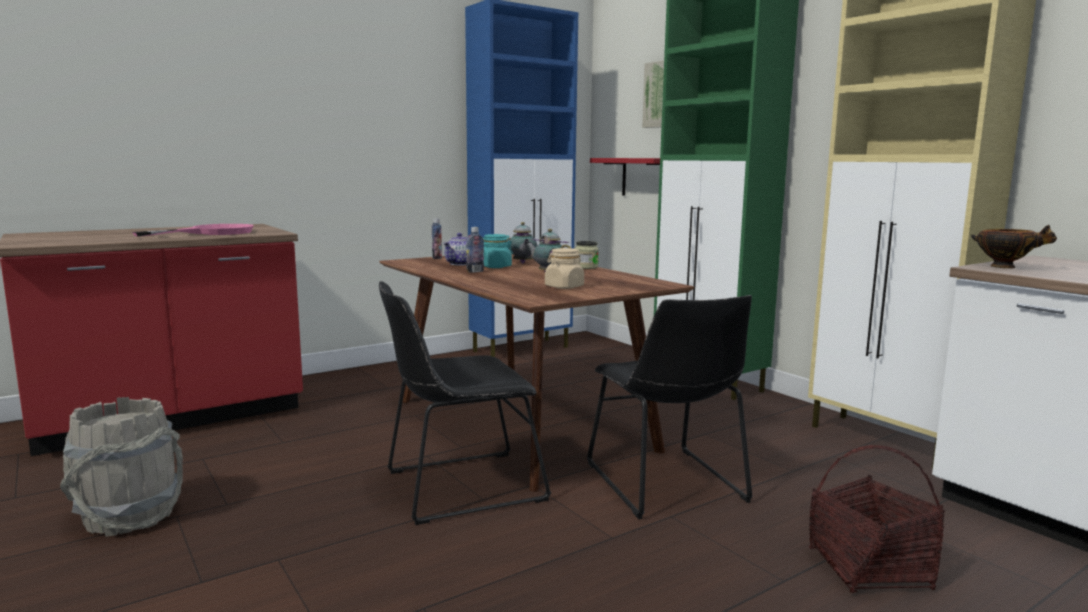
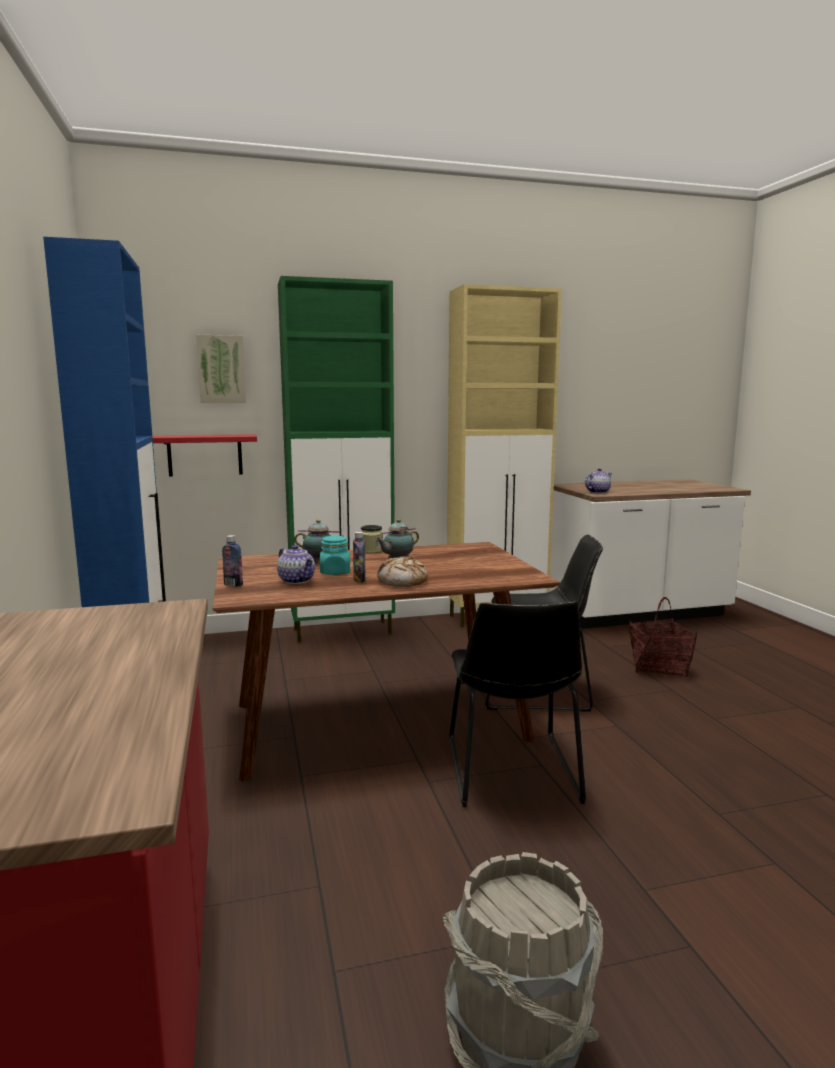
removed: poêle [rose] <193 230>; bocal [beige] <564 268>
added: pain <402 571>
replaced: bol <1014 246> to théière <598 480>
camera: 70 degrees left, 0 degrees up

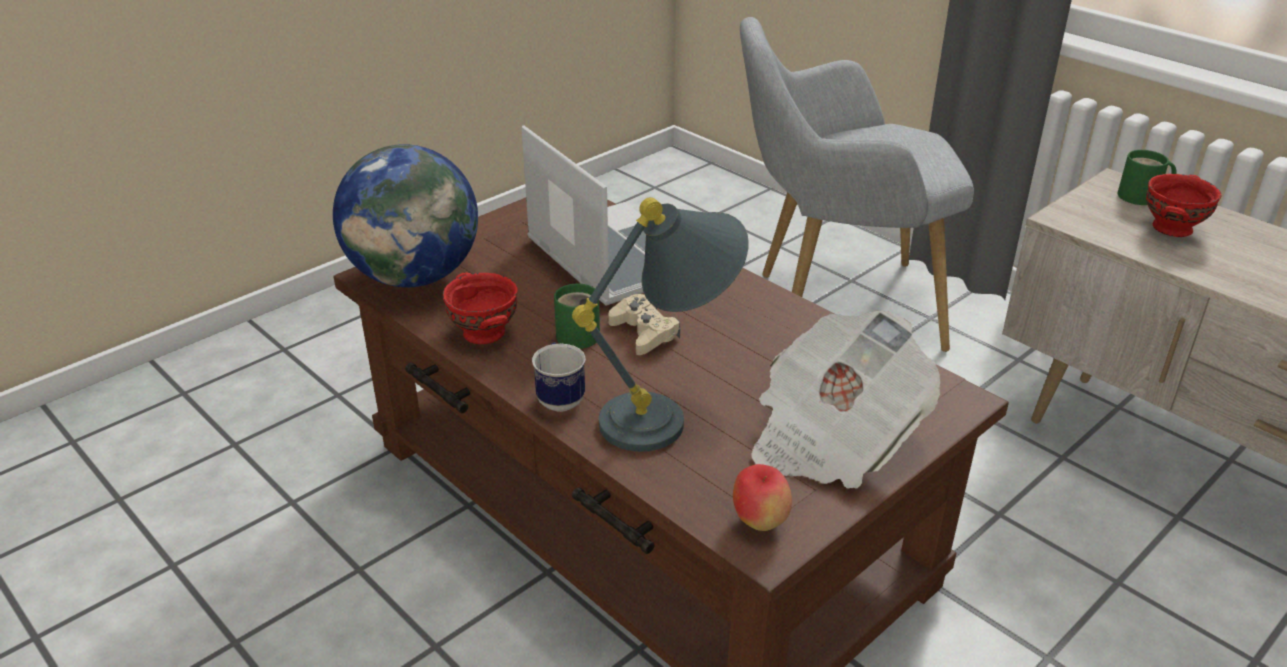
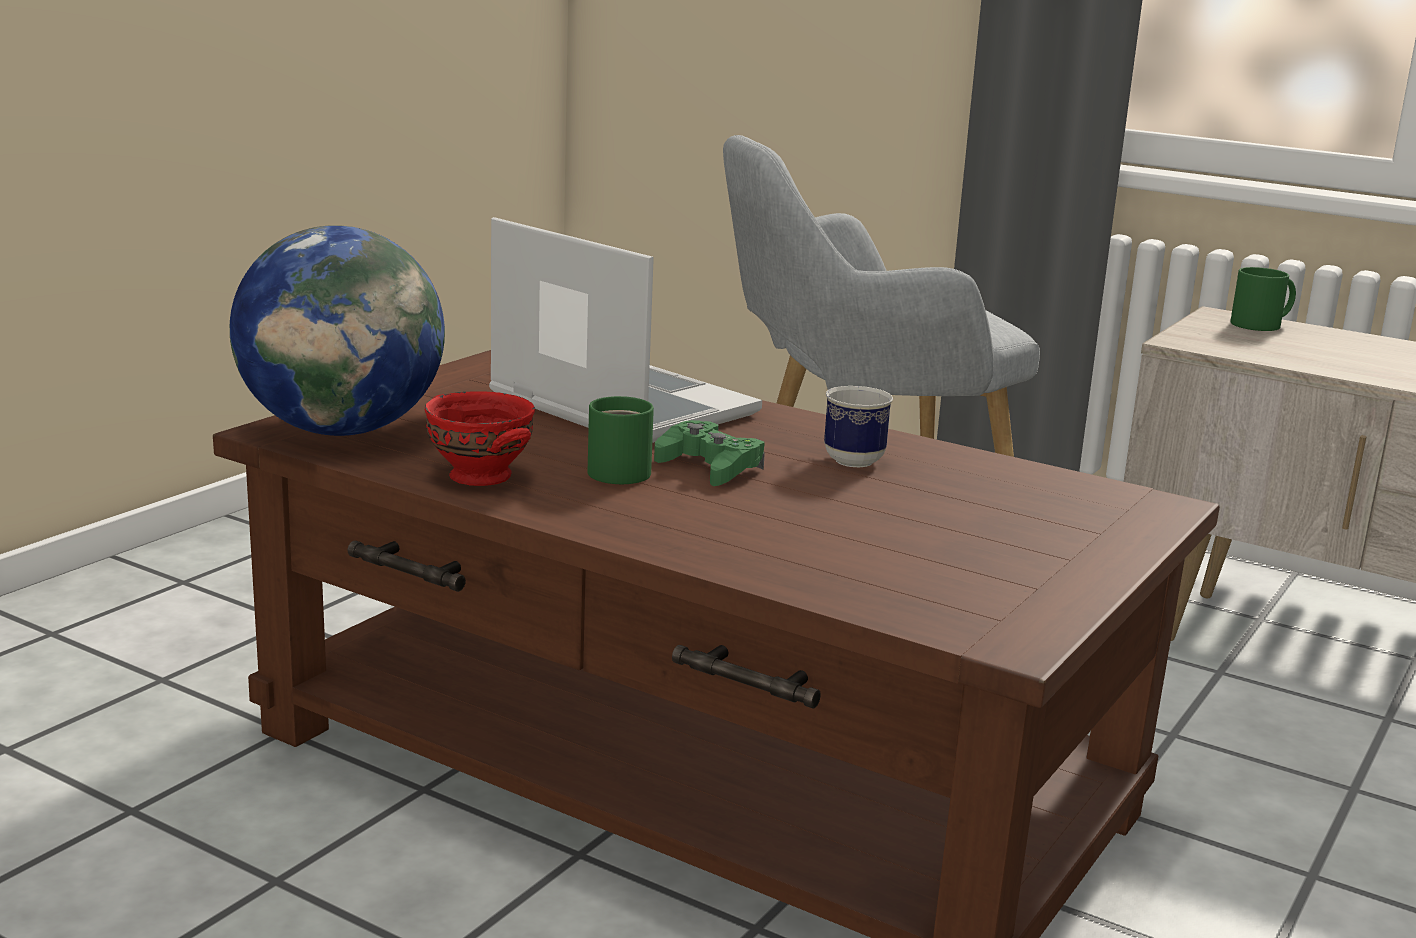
removed: lampe de table [gris] <660 324>; pomme <762 497>; journal <845 400>; bol [rouge] <1183 205>
moved: mug <559 377> to <858 426>
recoloured: manette [beige] <644 324> to manette [vert] <709 453>
camera: 15 degrees left, 15 degrees down

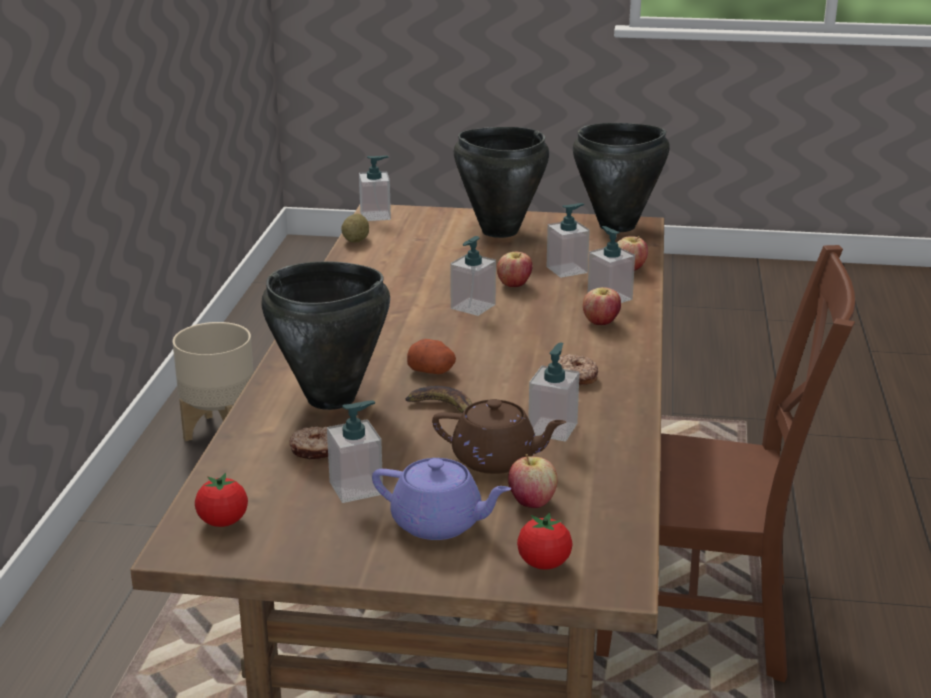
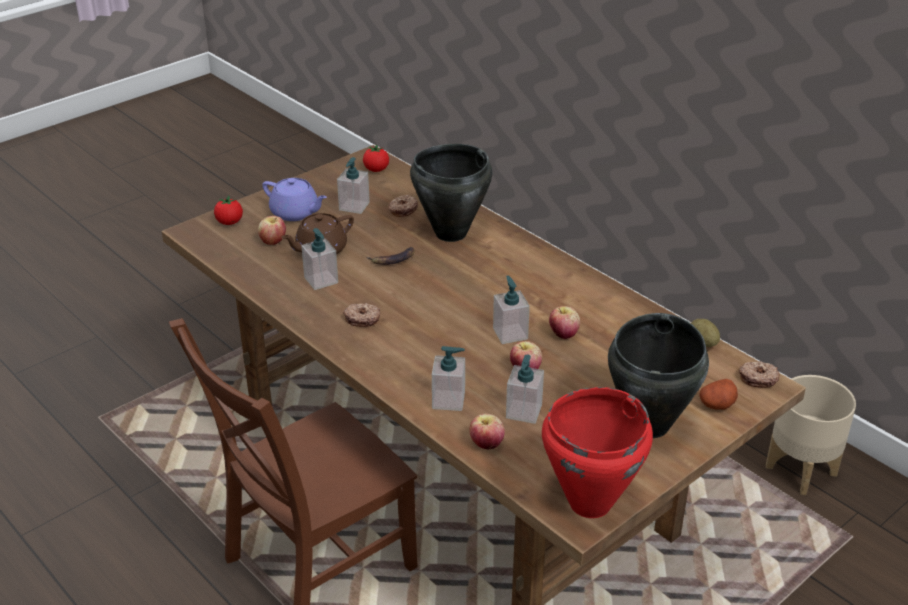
moved: pomme <602 306> to <564 322>; pomme de terre <431 356> to <718 394>
replaced: distributeur de savon <375 188> to beignet <759 374>
recoloured: marmite [noir] <621 177> to marmite [rouge] <597 452>
turned: théière [violet] <441 499> = <294 199> 120 degrees counterclockwise
camera: 130 degrees right, 10 degrees up

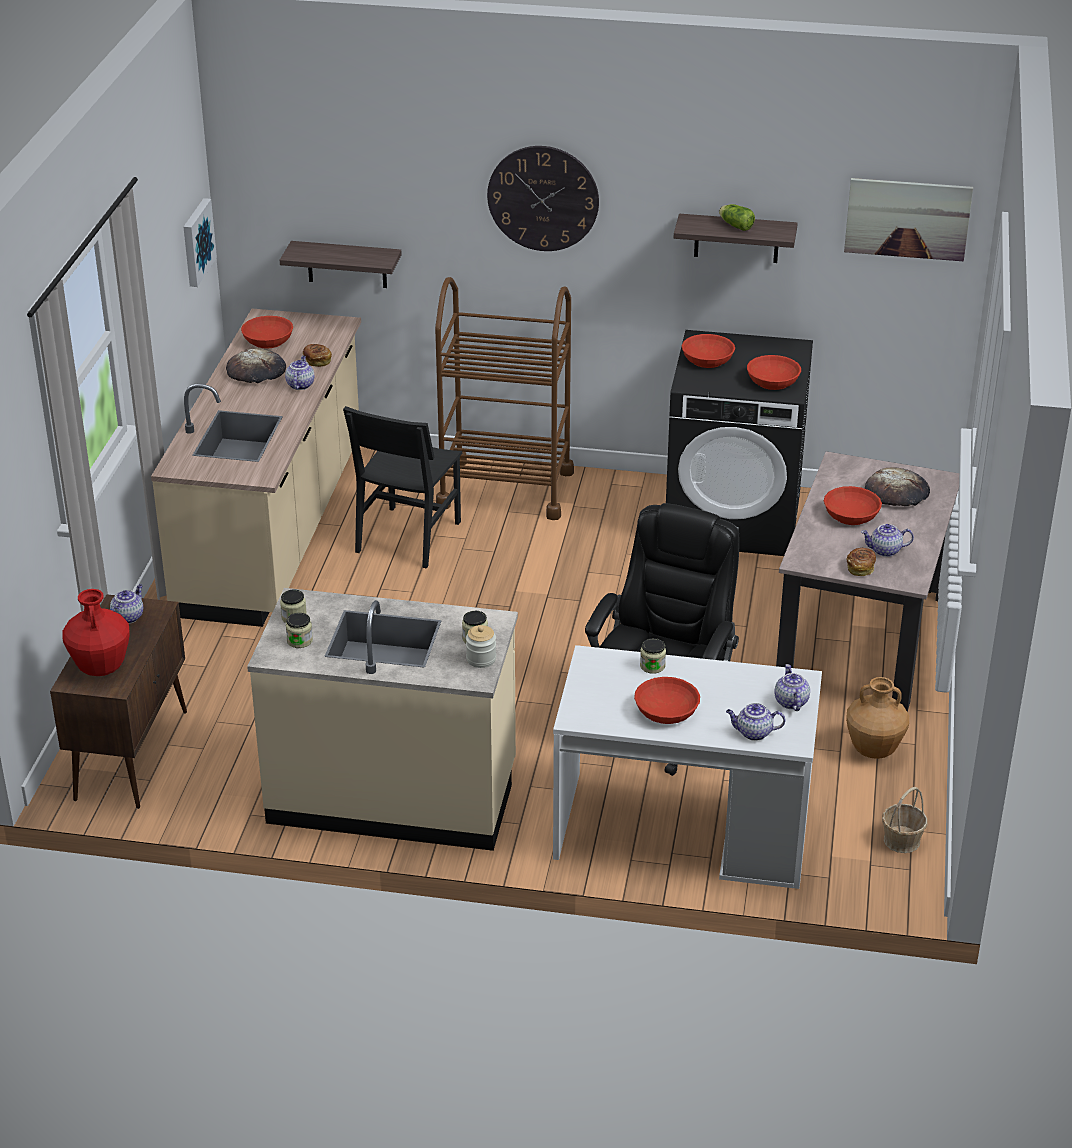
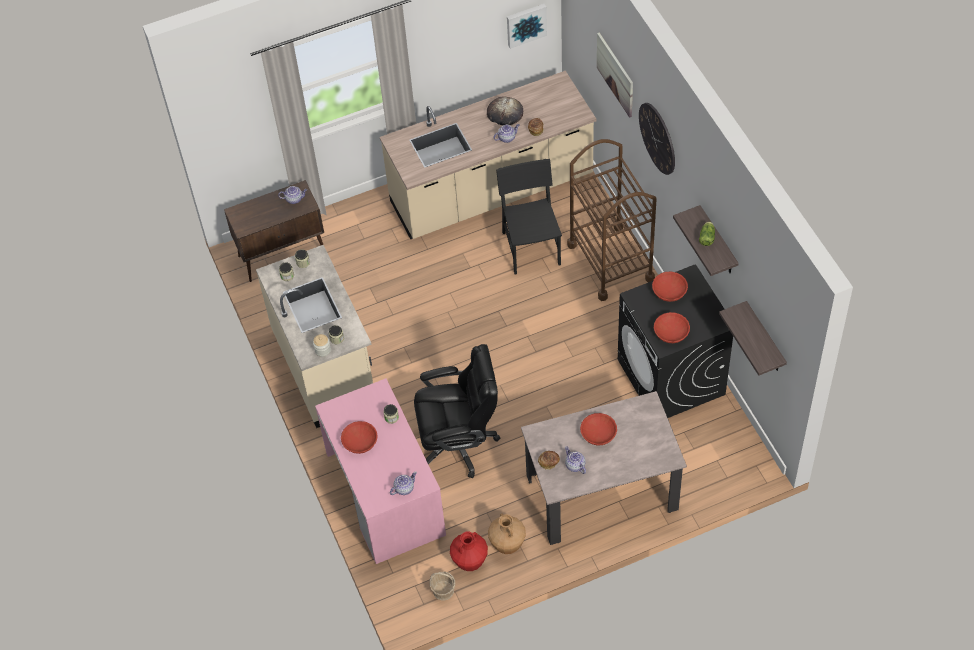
removed: bol [rouge] <267 332>; théière <755 722>; pain <897 486>
moved: vase [rouge] <96 632> to <469 551>; tableau <908 219> to <615 75>; étagère <341 264> to <753 338>
recoloured: bureau [blanc] <687 767> to bureau [rose] <380 471>
turned: chaise [noir] <403 487> = <529 216> 90 degrees clockwise
camera: 60 degrees right, 20 degrees up

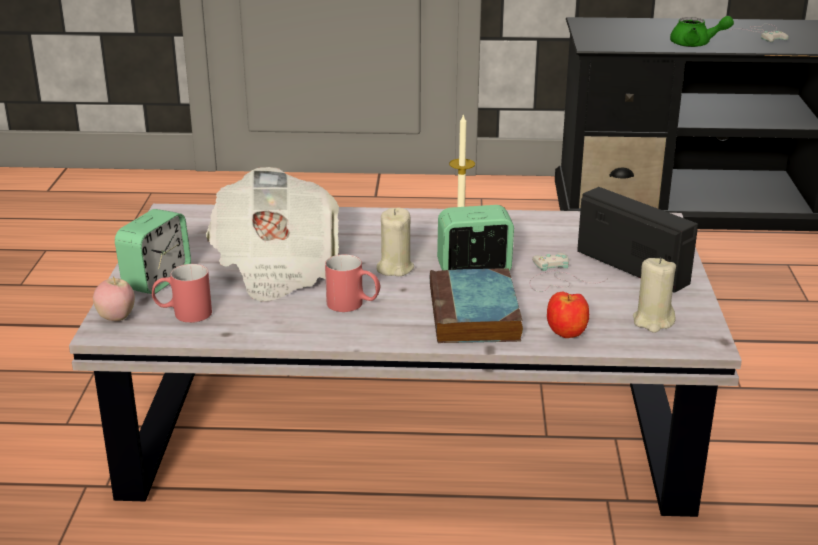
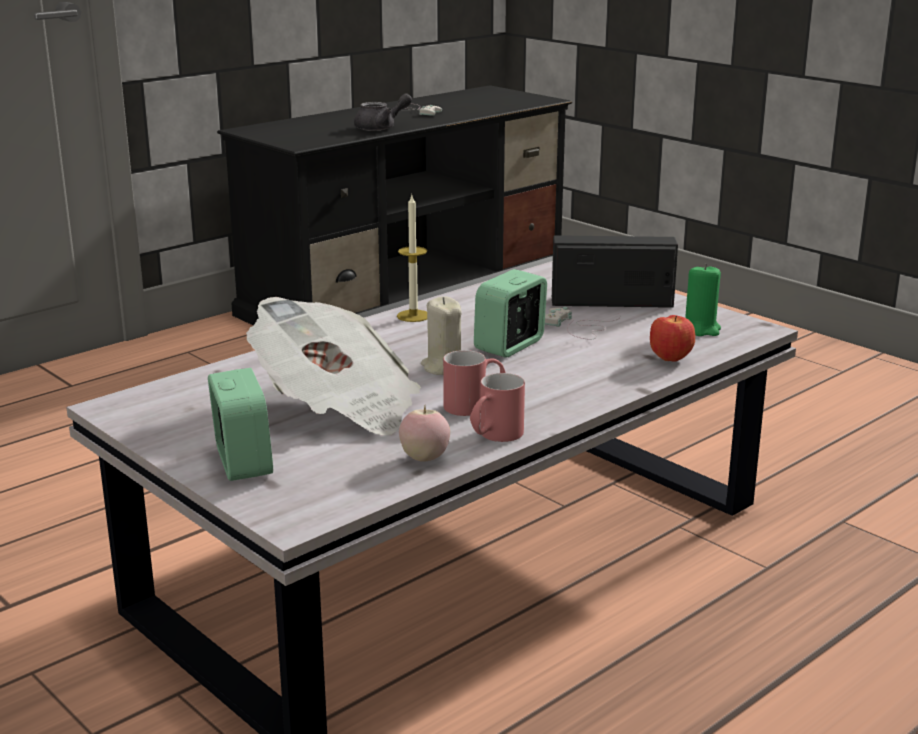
removed: livre <476 305>
moved: pomme <114 298> to <424 434>; mug [rouge] <182 293> to <497 407>
recoloured: théière [vert] <702 31> to théière [gris] <383 112>; bougie [beige] <654 295> to bougie [vert] <703 299>
camera: 45 degrees left, 5 degrees down

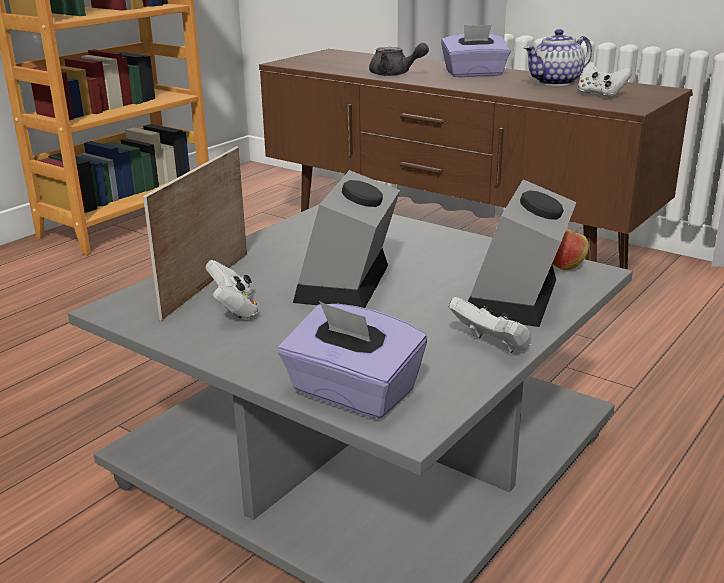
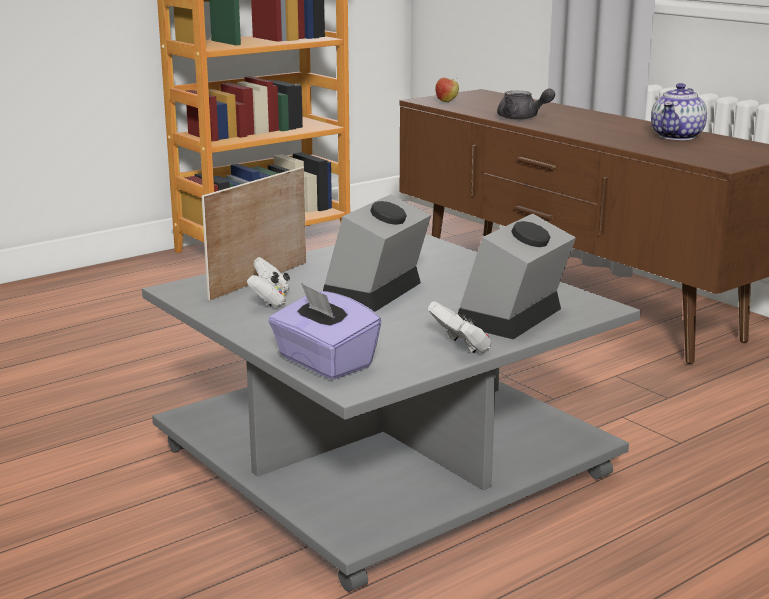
removed: boîte à mouchoirs [violet] <475 51>; manette [blanc] <605 80>
moved: pomme <570 248> to <447 89>
turned: théière <558 57> = <679 111> 45 degrees counterclockwise
camera: 15 degrees right, 5 degrees down

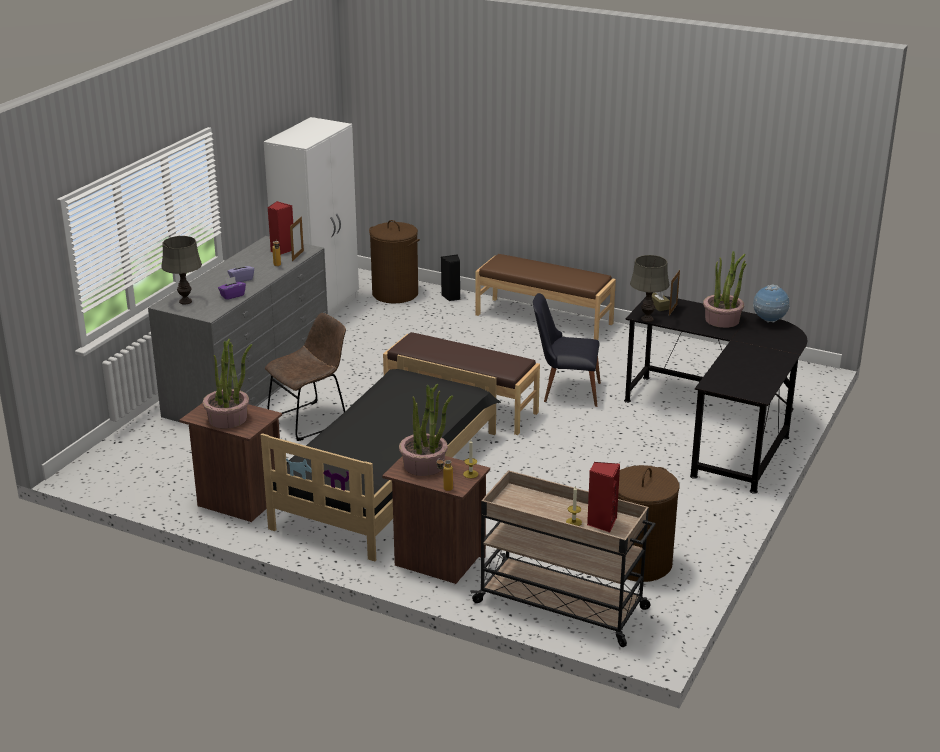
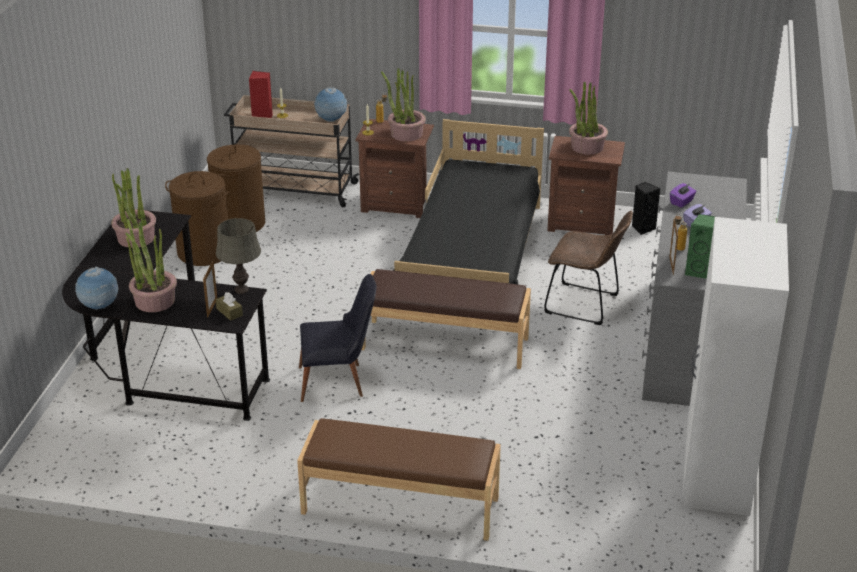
removed: lampe de table [gris] <181 270>
added: plante en pot <133 208>; globe <330 104>
moved: panier à linge [marron] <394 261> to <197 218>; enceinte [noir] <450 277> to <646 208>
recoloured: enceinte [rouge] <280 228> to enceinte [vert] <700 246>
turned: chaise [marron] <305 377> = <588 268> 105 degrees counterclockwise
camera: 165 degrees right, 5 degrees up

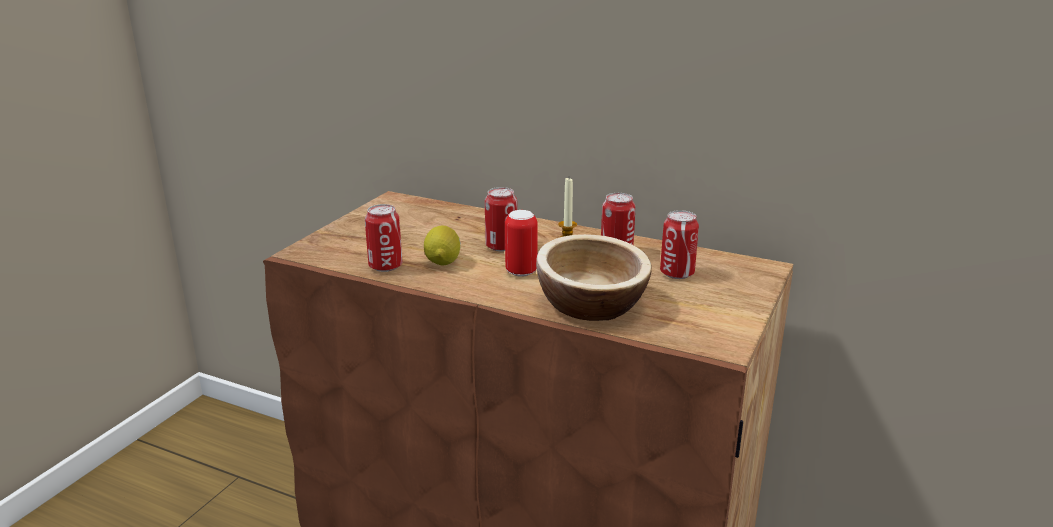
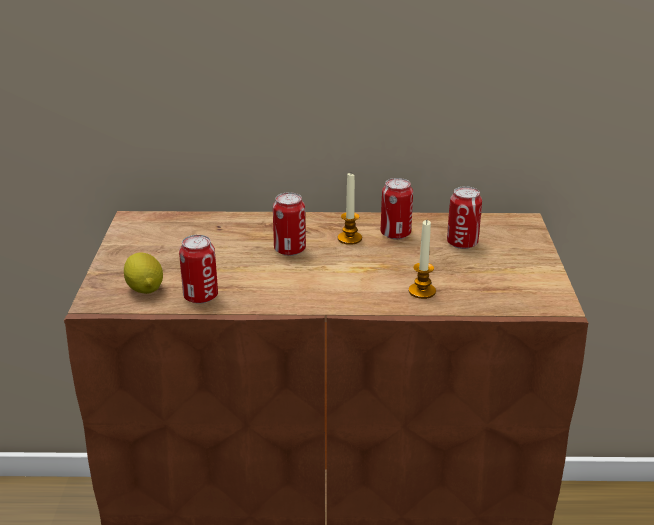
removed: boîte métallique <521 243>
moved: citron <442 245> to <143 273>
replaced: bol <594 277> to bougie <422 259>
camera: 25 degrees left, 5 degrees up

